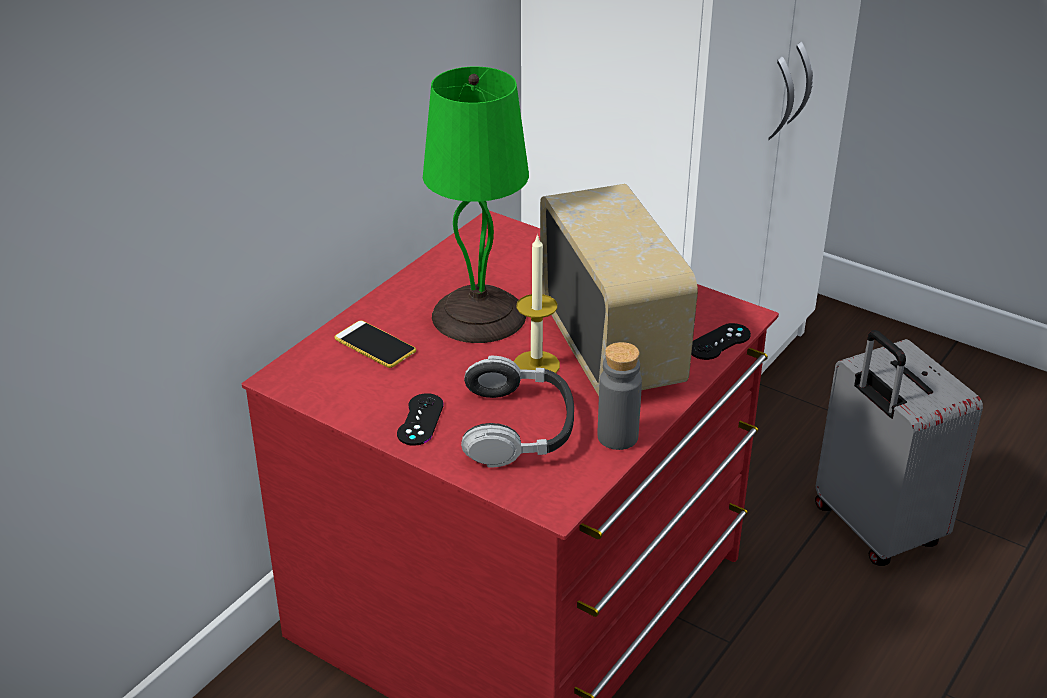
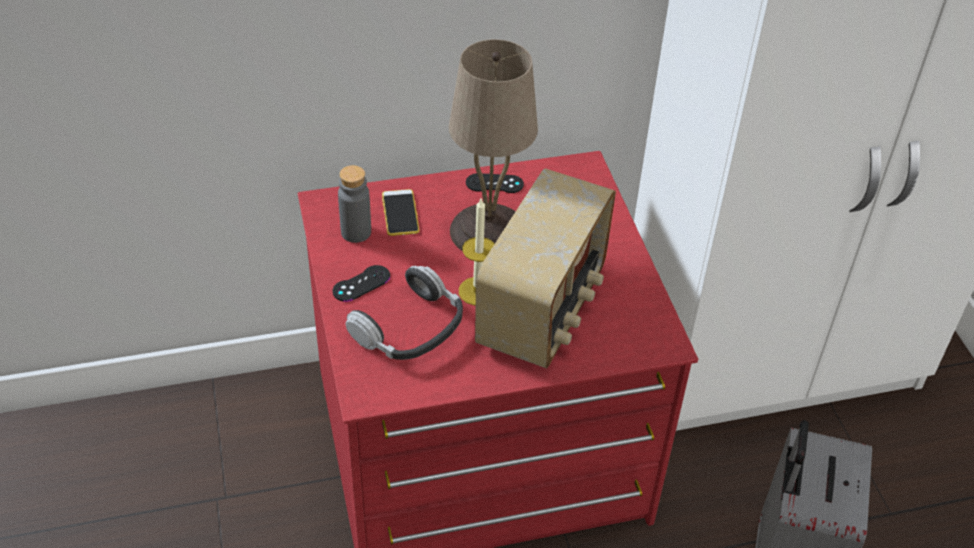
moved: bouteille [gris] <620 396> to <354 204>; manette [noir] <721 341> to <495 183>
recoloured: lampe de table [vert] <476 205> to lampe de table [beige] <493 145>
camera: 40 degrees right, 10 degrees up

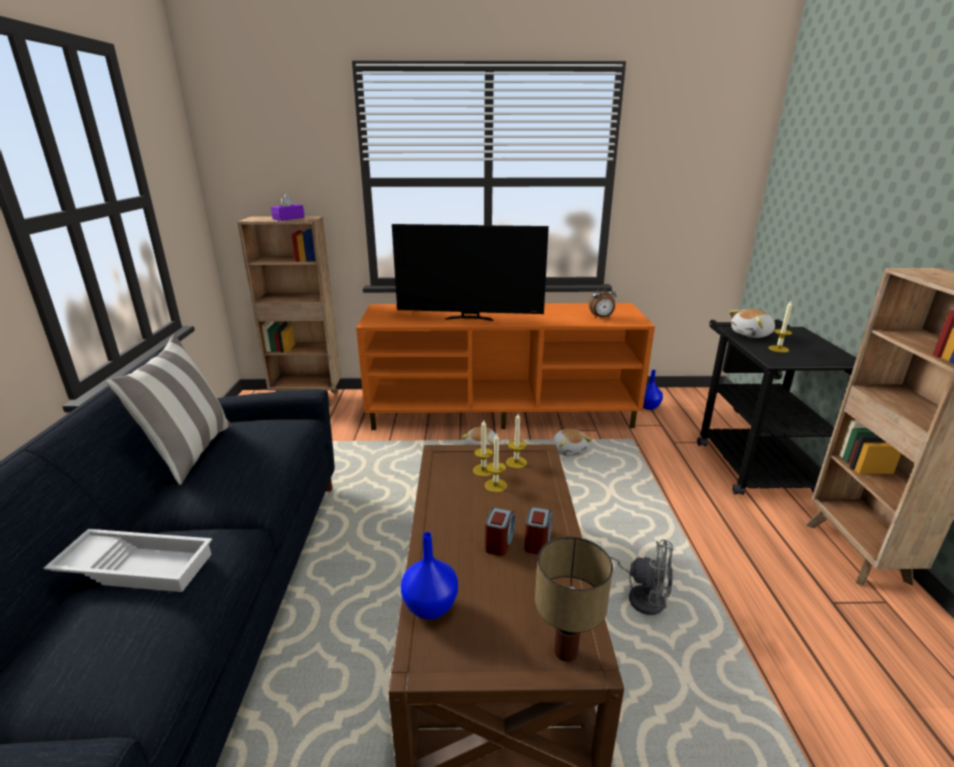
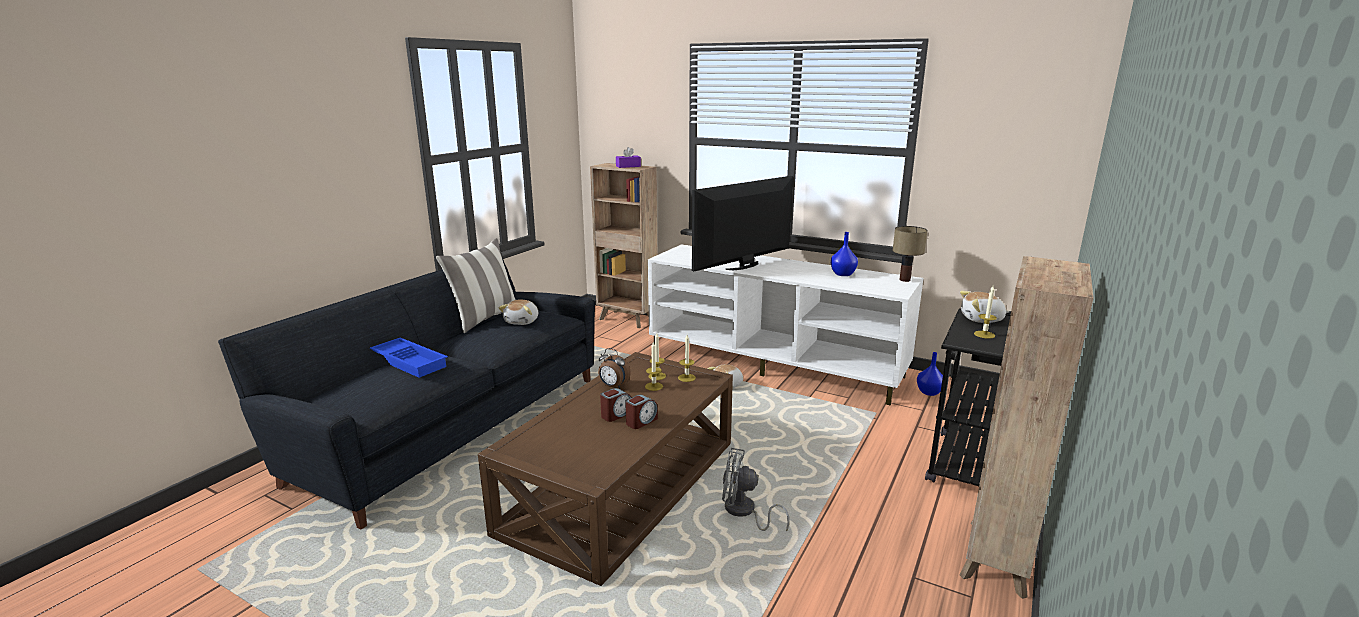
moved: peluche <572 442> to <518 312>; réveil <602 301> to <614 368>; vase [bleu] <429 575> to <844 254>; lampe de table <574 599> to <910 254>
recoloured: plateau [blanc] <128 560> to plateau [bleu] <409 358>; meuble télé [orange] <505 366> to meuble télé [blanc] <785 324>
turned: téléviseur <470 272> = <742 223> 105 degrees clockwise; ventilateur [gris] <641 577> = <756 490> 135 degrees clockwise
camera: 30 degrees right, 5 degrees down

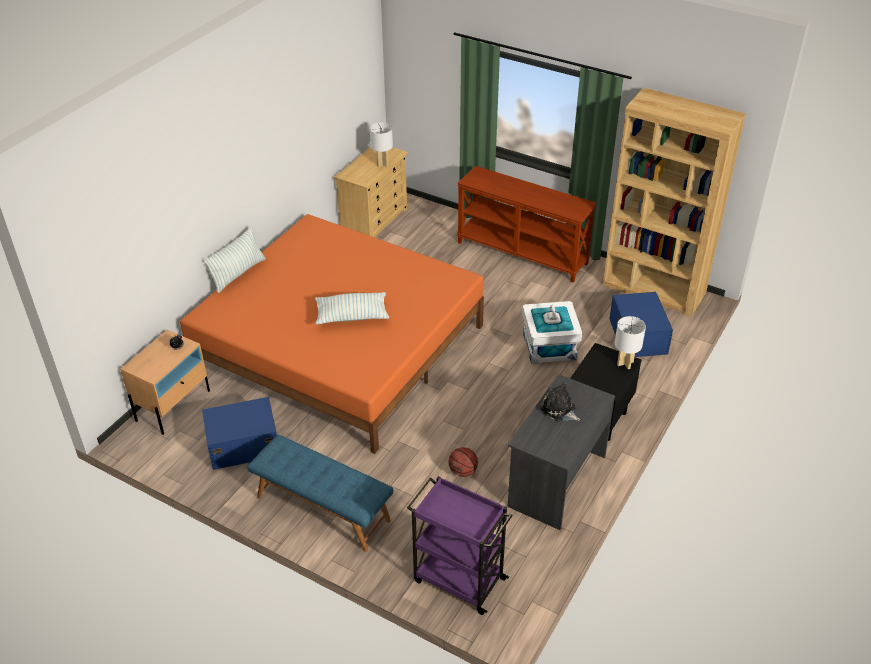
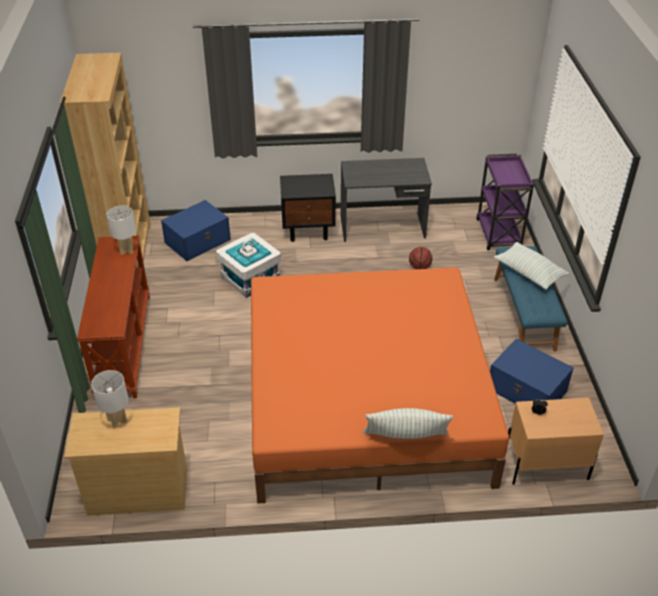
removed: peluche <560 401>
moved: lampe de table [blanc] <630 342> to <121 230>; coussin <352 308> to <531 265>
camera: 125 degrees left, 0 degrees up

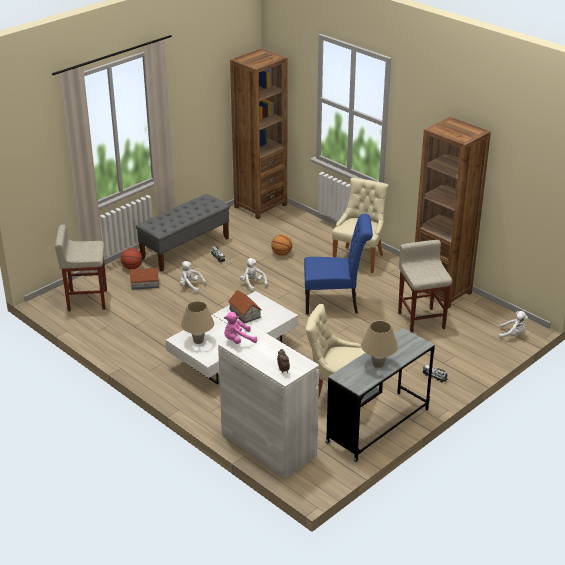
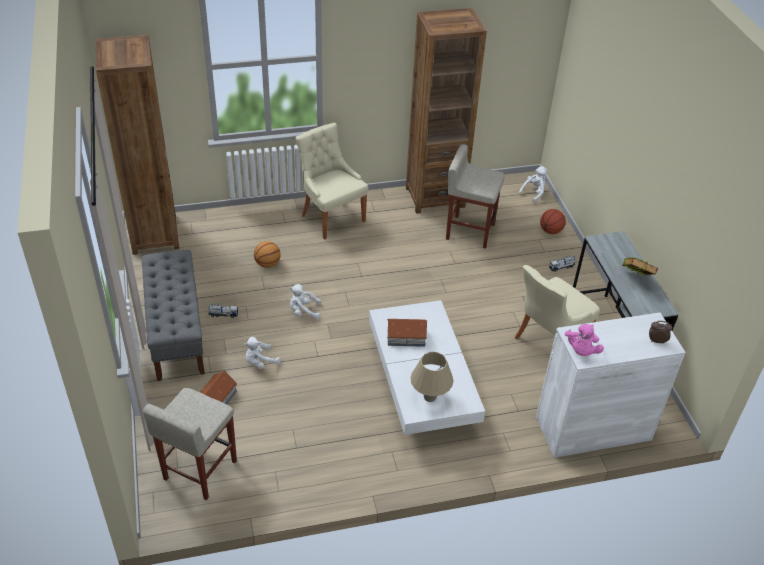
removed: chaise [bleu] <338 264>
moved: ballon de basket <131 258> to <553 221>
replaced: lampe de table [beige] <379 344> to livre <640 266>
camera: 60 degrees left, 10 degrees up

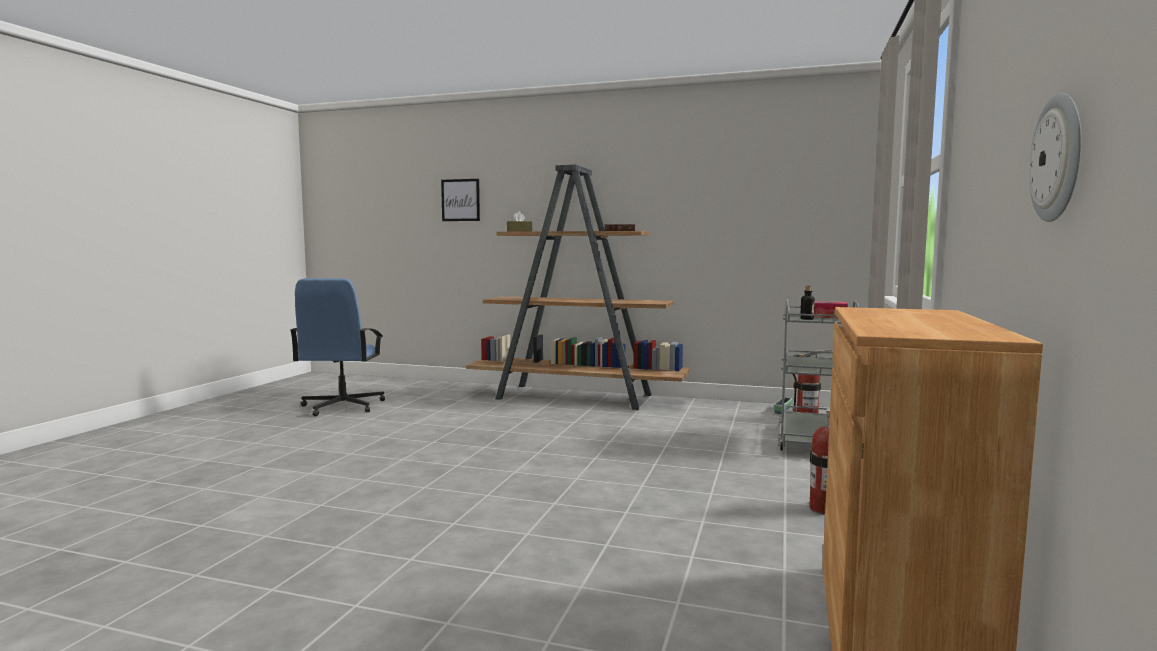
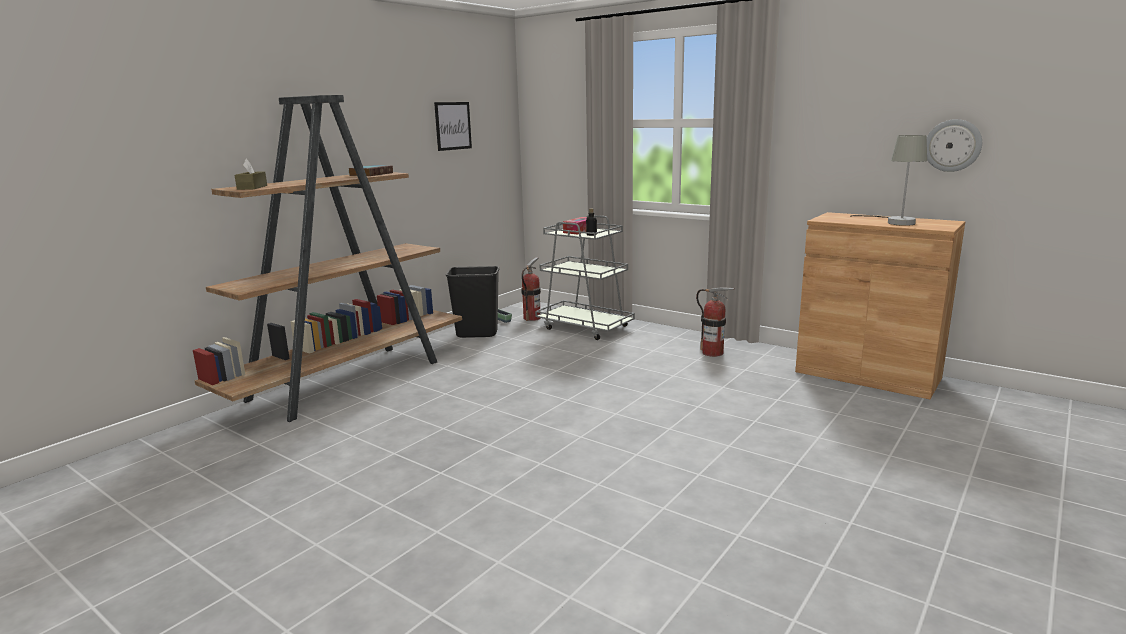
removed: chaise de bureau [bleu] <337 347>
added: poubelle [noir] <472 302>; lampe de table [gris] <889 180>
moved: tableau <460 200> to <453 126>
camera: 70 degrees left, 10 degrees up

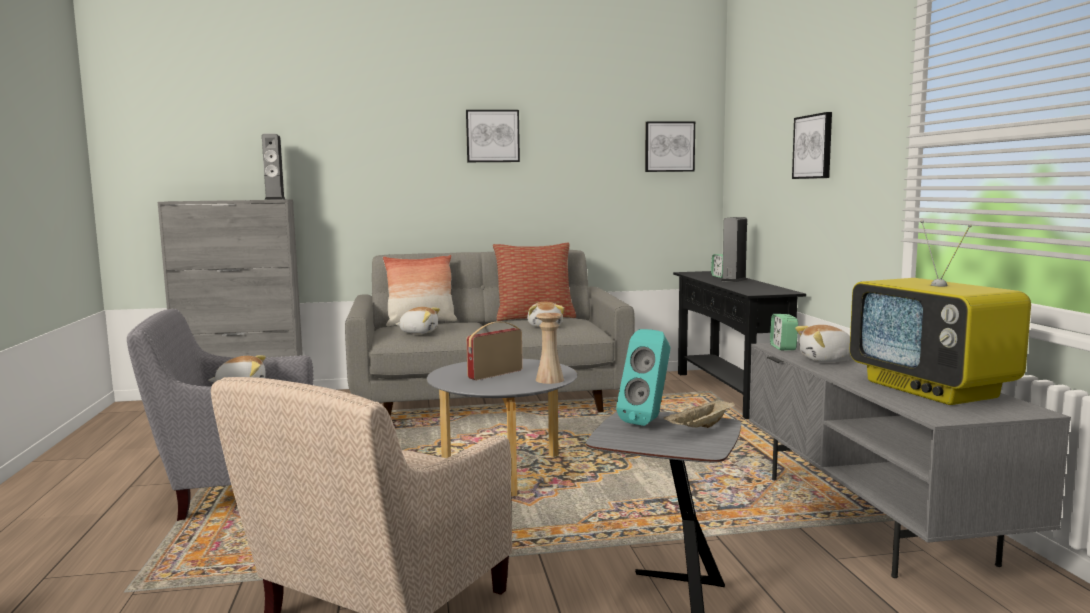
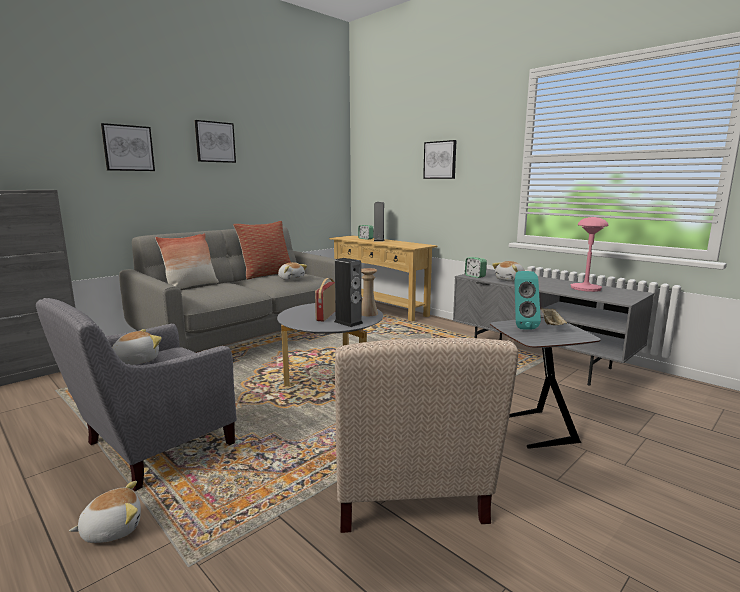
moved: peluche <418 320> to <105 512>; tableau <670 147> to <128 147>; enceinte <273 167> to <348 292>
replaced: téléviseur <940 312> to lampe de table [rose] <590 254>
recoloured: table console [noir] <739 345> to table console [beige] <383 278>
camera: 35 degrees left, 5 degrees up

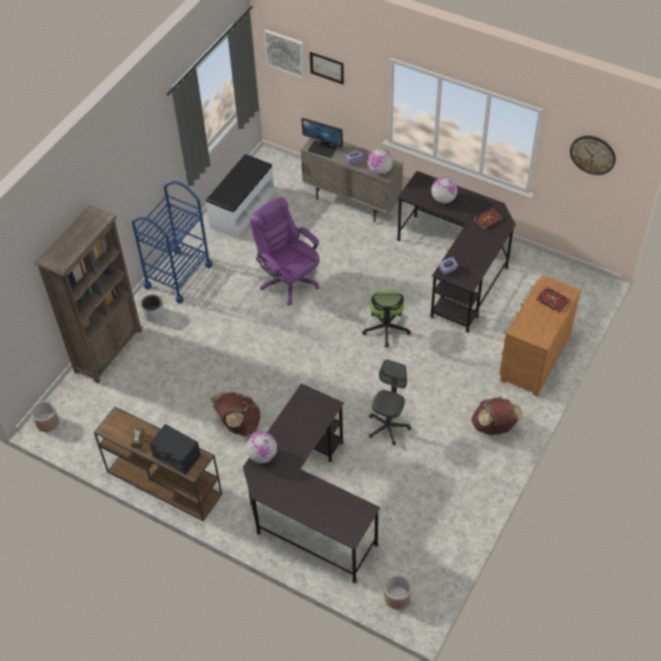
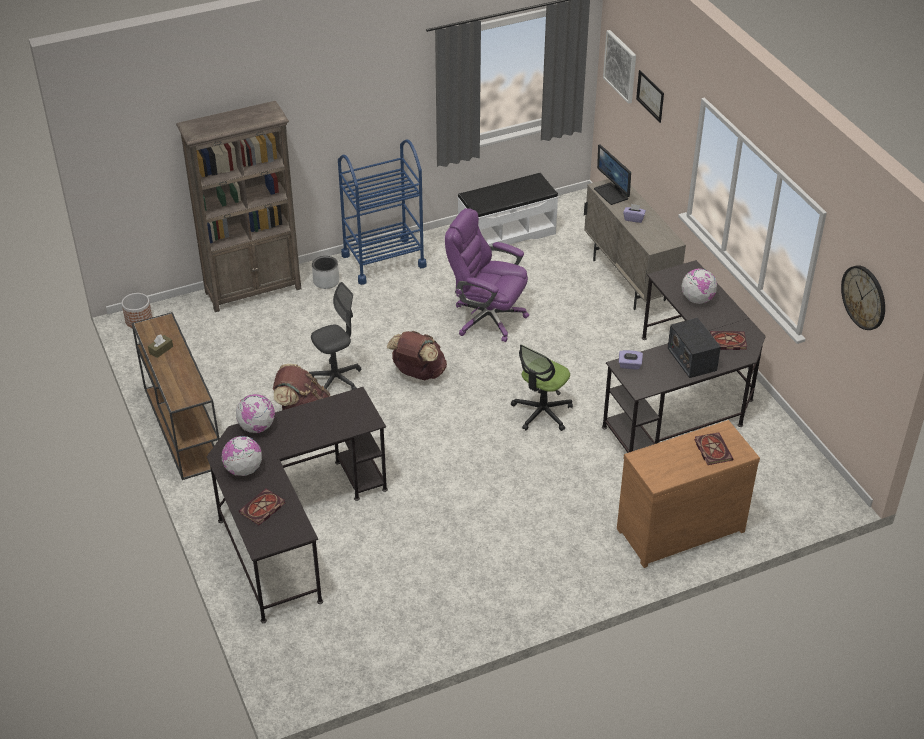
removed: cache-pot <397 592>
added: livre <262 507>
moved: globe <380 162> to <242 456>; chaise de bureau [gris] <390 402> to <335 336>; sac à dos [marron] <497 416> to <417 355>; radio <175 449> to <694 348>
turned: chaise de bureau [violet] <285 251> = <487 275> 60 degrees counterclockwise
camera: 35 degrees right, 10 degrees down

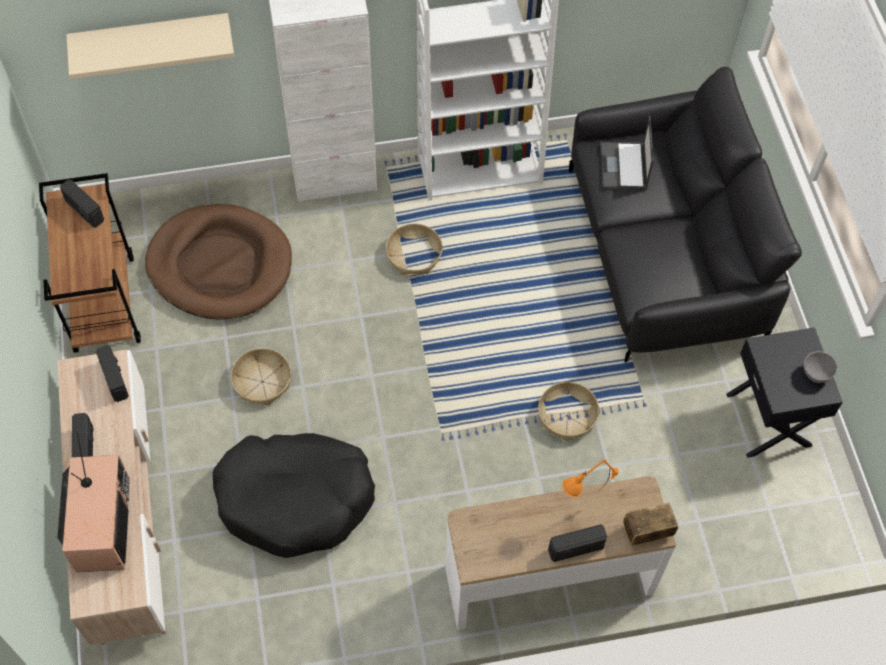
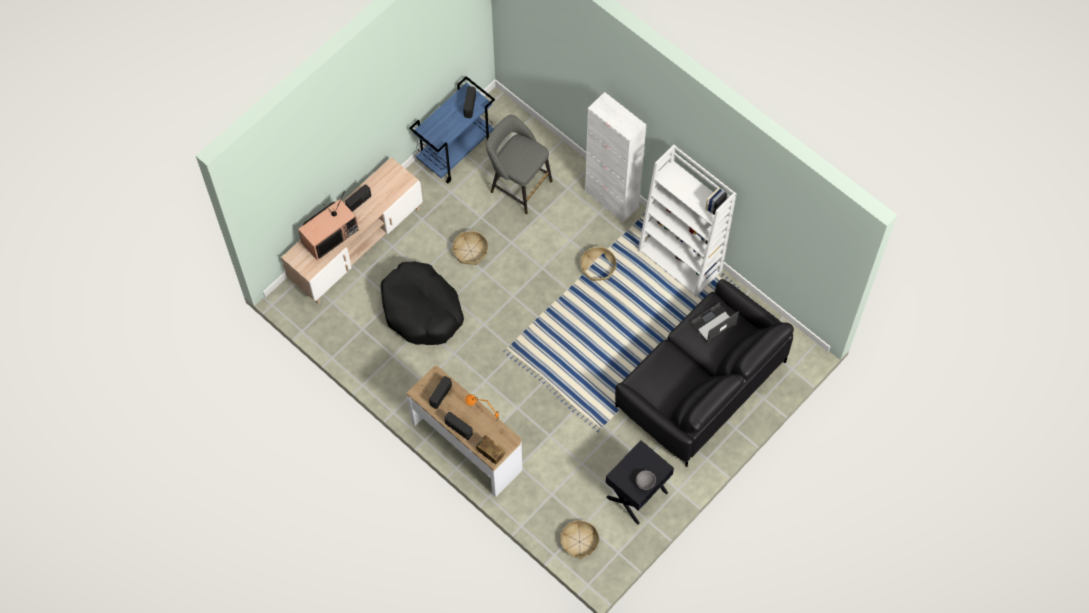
removed: étagère [beige] <150 46>
moved: radio <112 373> to <440 392>; panier <568 411> to <579 539>
replaced: panier pour chien [marron] <218 262> to tabouret [gris] <519 164>
recoloured: chariot [marron] <90 263> to chariot [bleu] <452 129>
camera: 55 degrees right, 5 degrees up

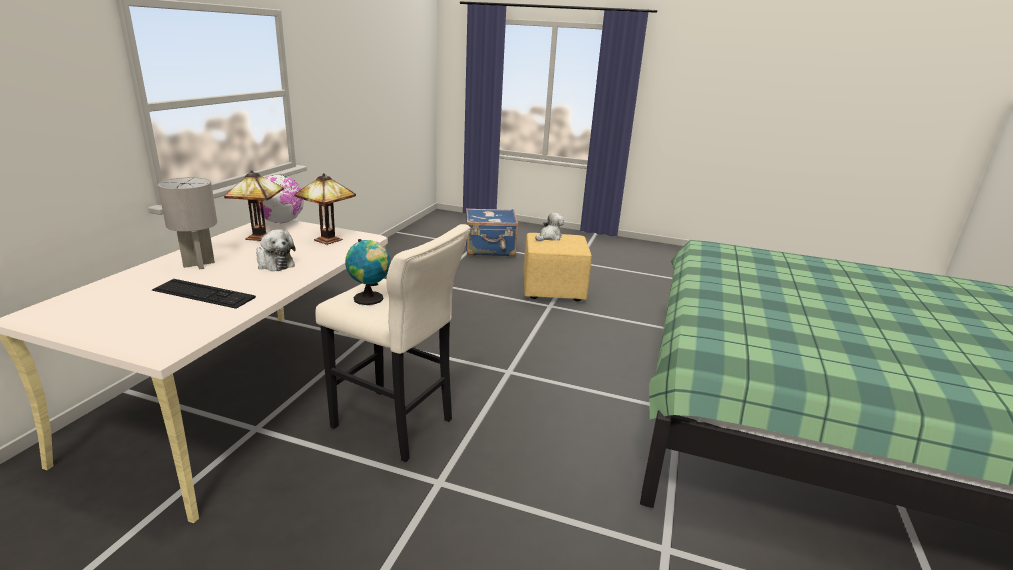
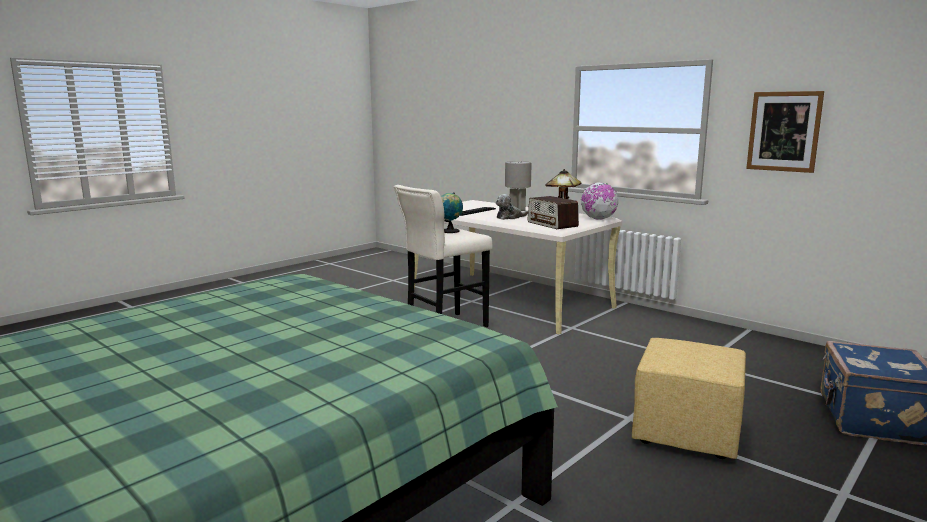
removed: peluche <549 227>
added: tableau <785 132>
replaced: lampe de table <325 209> to radio <553 212>
camera: 115 degrees right, 10 degrees down

